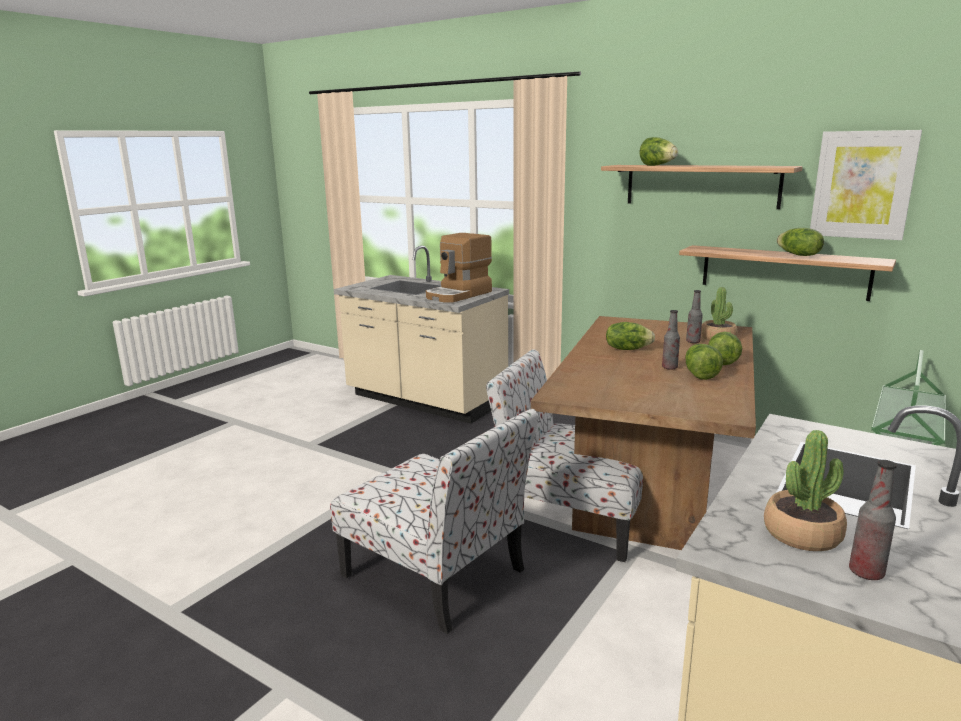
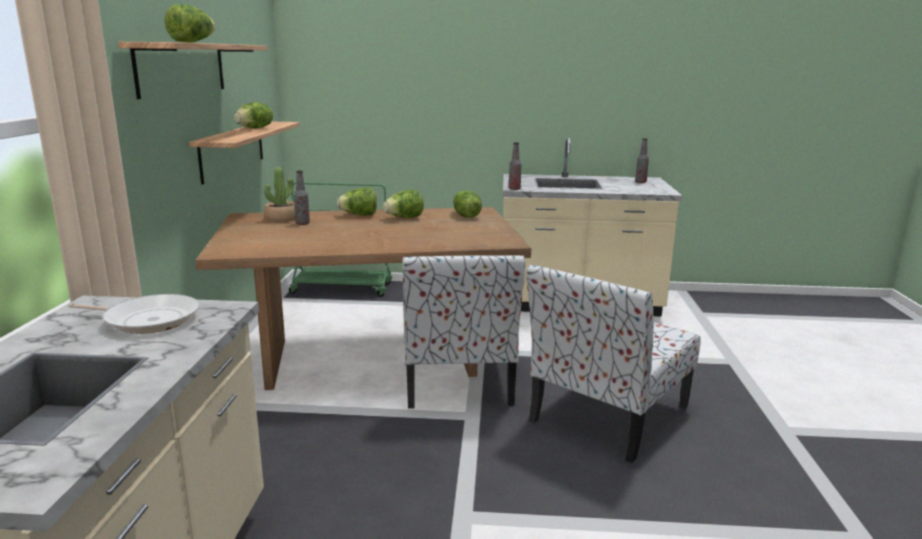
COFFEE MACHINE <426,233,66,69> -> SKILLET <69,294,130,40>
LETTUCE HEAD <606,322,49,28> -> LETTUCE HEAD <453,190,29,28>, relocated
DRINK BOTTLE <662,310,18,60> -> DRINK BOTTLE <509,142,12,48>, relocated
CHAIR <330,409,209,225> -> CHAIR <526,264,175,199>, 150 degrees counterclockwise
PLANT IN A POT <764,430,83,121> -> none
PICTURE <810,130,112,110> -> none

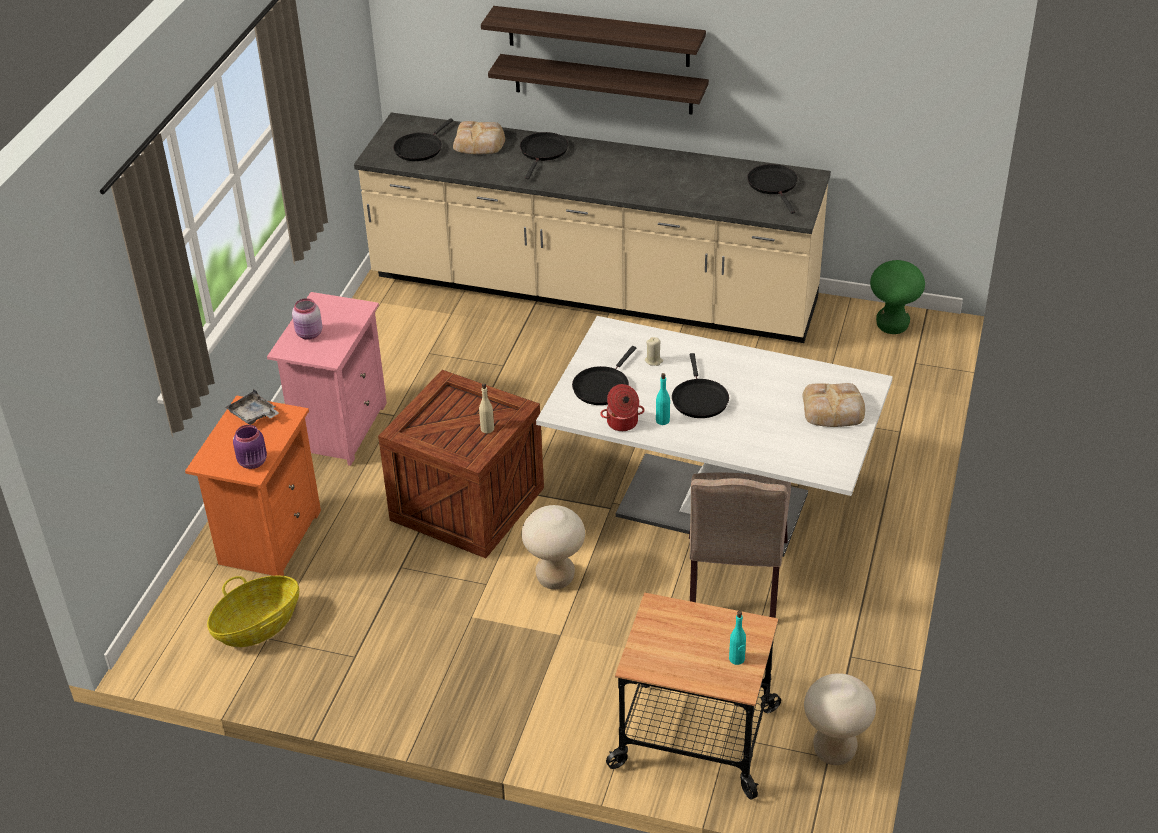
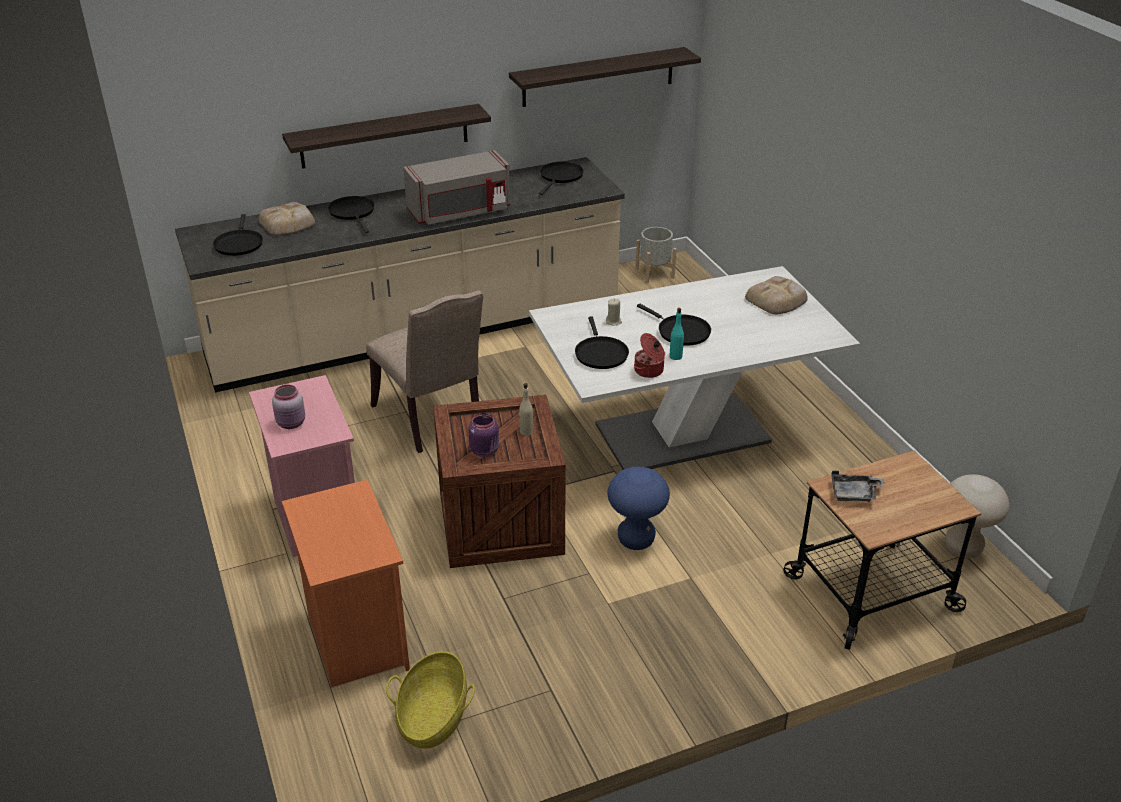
BEIGE-COLOURED CHAIR <689,473,102,145> -> BEIGE-COLOURED CHAIR <366,290,117,163>, relocated
none -> GREY MICROWAVE <403,150,107,75>
PURPLE JAR <233,425,34,44> -> PURPLE JAR <468,413,31,44>, relocated
BRACKET SHELF <481,6,225,61> -> BRACKET SHELF <509,47,192,60>, relocated
BLACK-COLOURED SKILLET <747,164,51,50> -> BLACK-COLOURED SKILLET <539,162,45,33>, 75 degrees clockwise
BEIGE-COLOURED STOOL <522,505,63,84> -> BLUE-COLOURED STOOL <608,467,62,83>
GREEN STOOL <870,260,55,74> -> GREY FLOWER POT <636,227,41,56>
GREY TRAY <225,389,54,36> -> GREY TRAY <831,471,53,31>, relocated
TURQUOISE DRINK BOTTLE <729,611,17,54> -> none

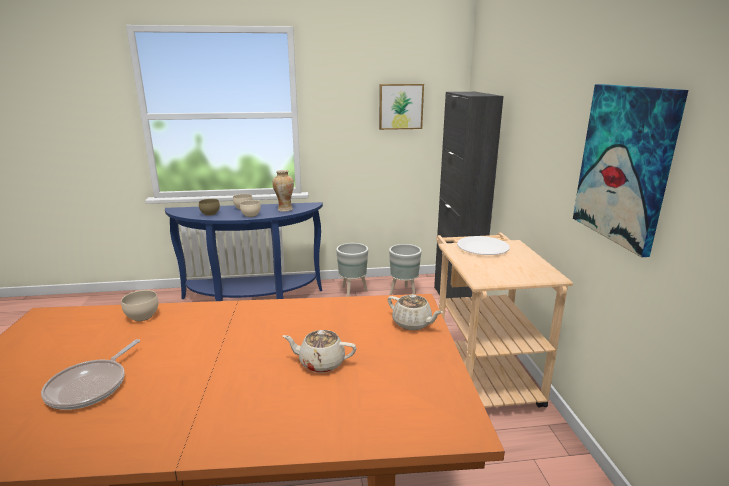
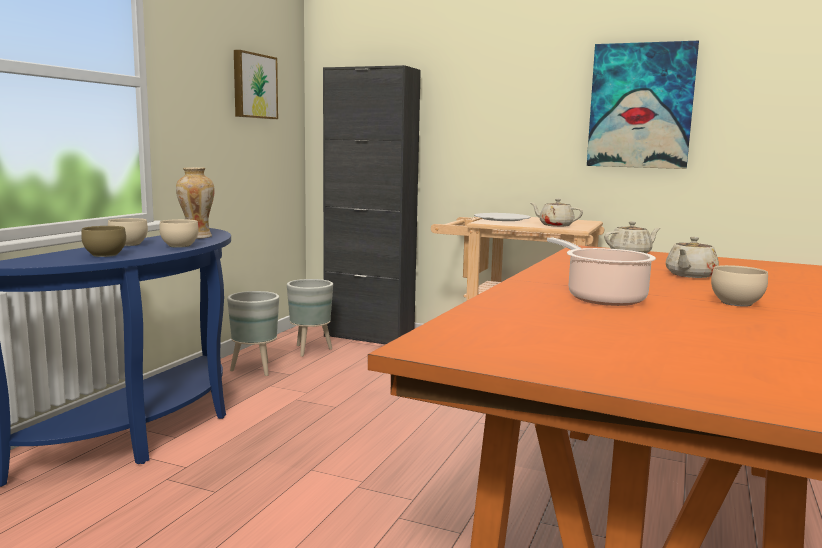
none -> BEIGE-COLOURED POT FOR TEA <531,199,52,28>
none -> SAUCEPOT <547,238,109,68>
BEIGE-COLOURED SERVING BOWL <121,290,37,31> -> BEIGE-COLOURED SERVING BOWL <711,265,57,42>, relocated
SKILLET <41,339,99,71> -> none

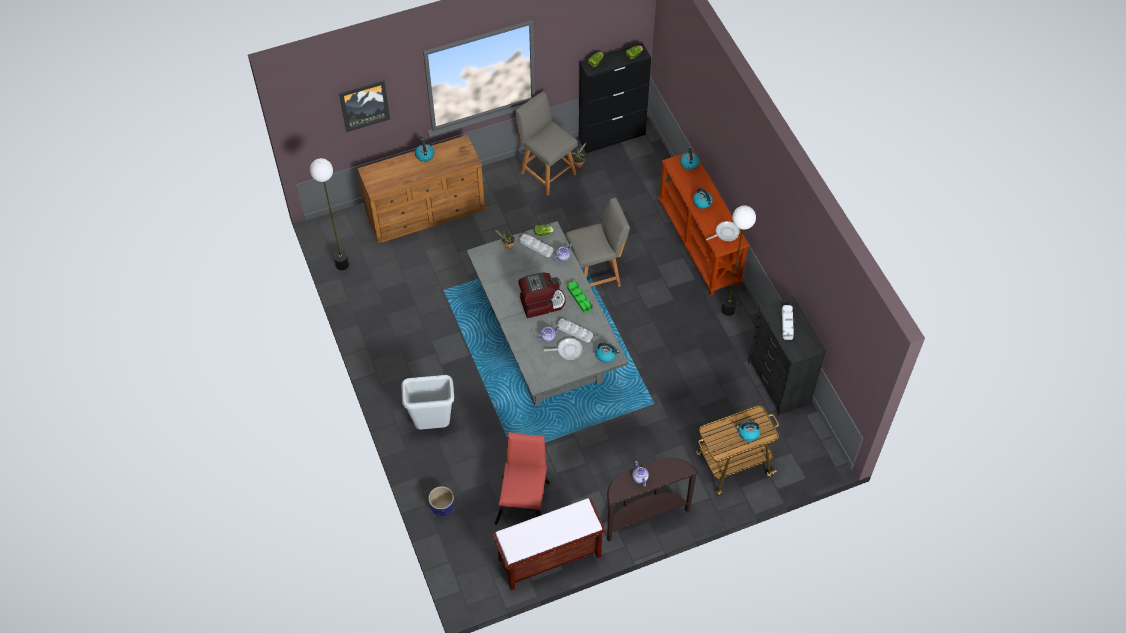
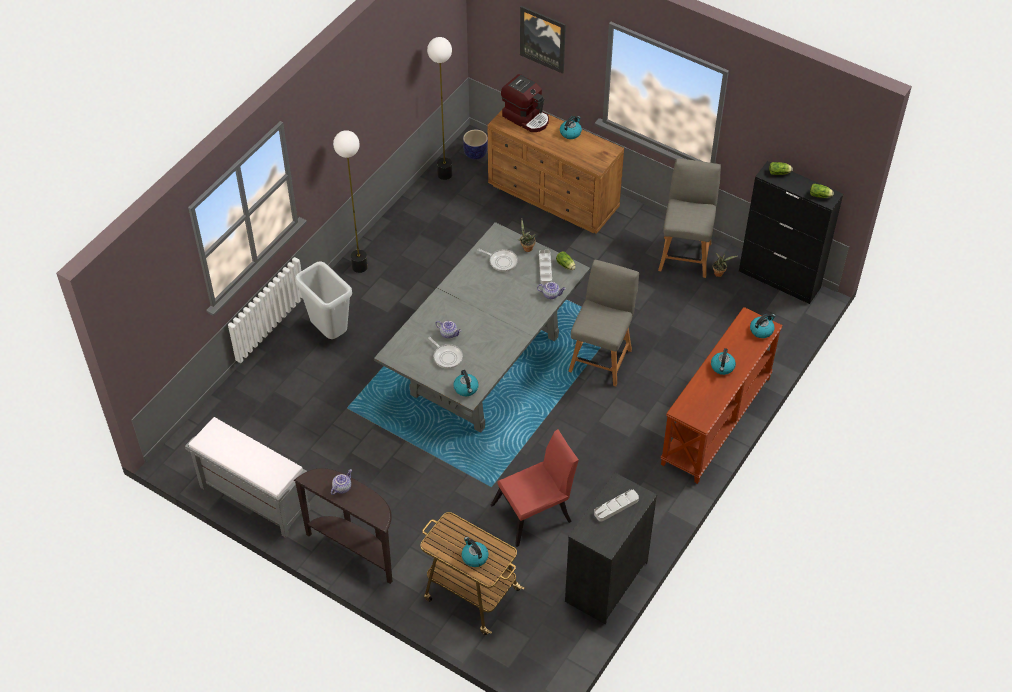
BROWN-COLOURED LONG SEAT <492,498,114,92> -> GREY LONG SEAT <185,417,125,121>
FLOOR LAMP <721,205,35,111> -> FLOOR LAMP <333,130,35,143>, relocated
FLOWER POT <428,486,27,31> -> FLOWER POT <463,130,25,30>, relocated
SKILLET <706,221,34,20> -> SKILLET <478,249,40,23>, relocated
RED-COLOURED CHAIR <495,432,54,93> -> RED-COLOURED CHAIR <491,429,88,118>, relocated
COFFEE MACHINE <518,272,47,46> -> COFFEE MACHINE <501,74,48,58>, relocated
GREY CHAIR <566,197,64,90> -> GREY CHAIR <568,260,71,126>, 105 degrees counterclockwise
GREY TRAY <557,319,36,24> -> none
GREEN TRAY <567,281,25,32> -> none

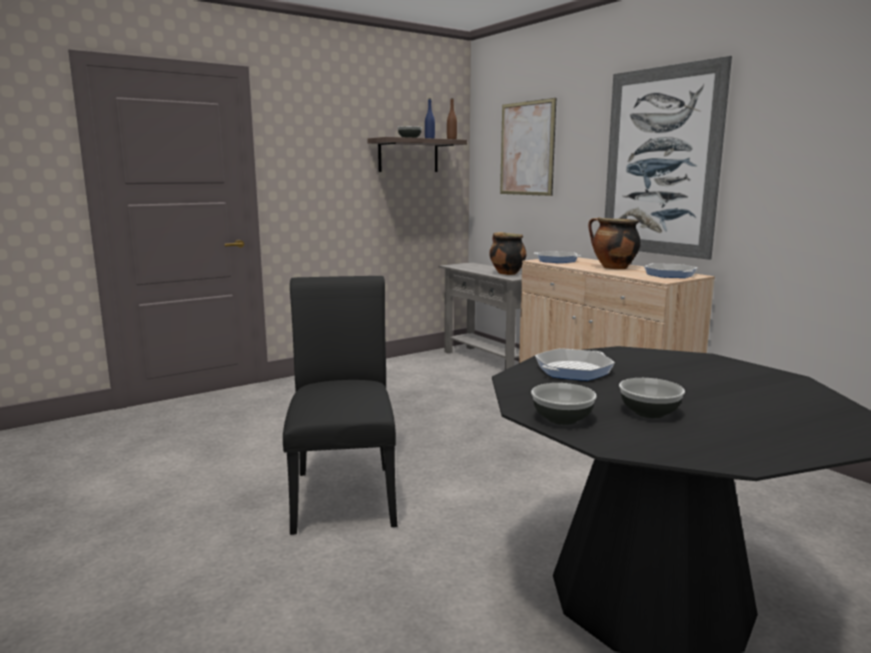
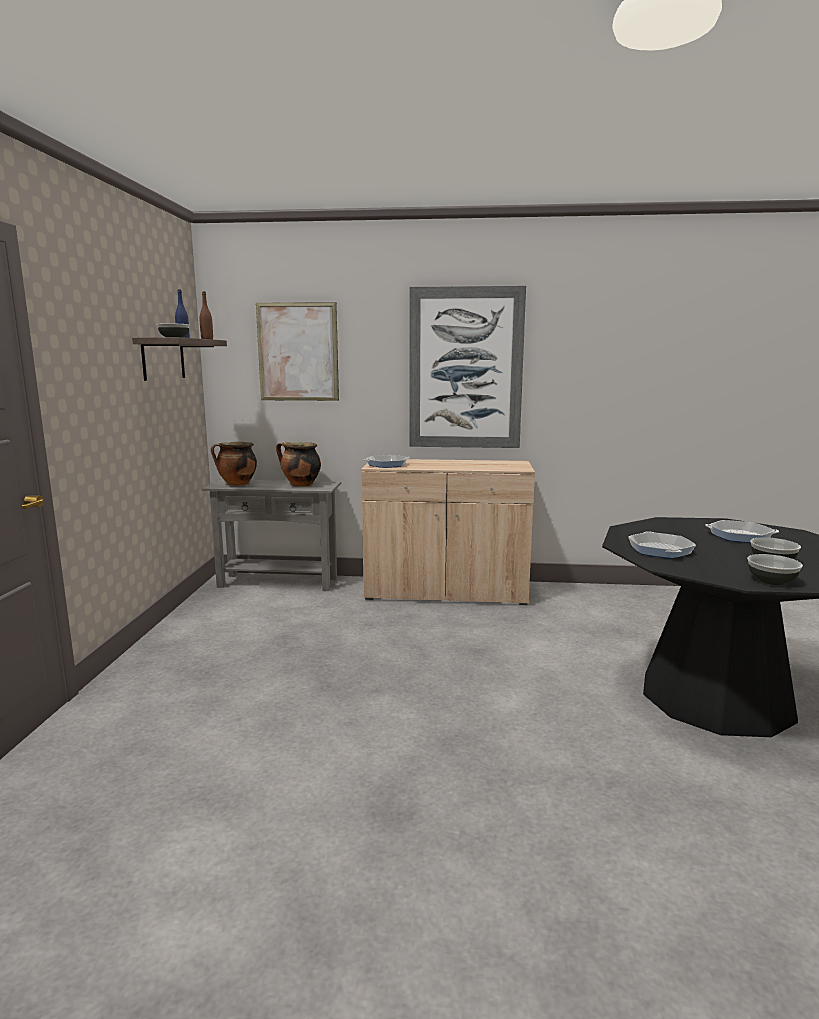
SAUCEPOT <588,217,53,52> -> SAUCEPOT <211,442,46,44>, relocated
SKILLET <644,263,54,15> -> SKILLET <705,520,74,23>, relocated
BLACK-COLOURED CHAIR <283,276,115,259> -> none

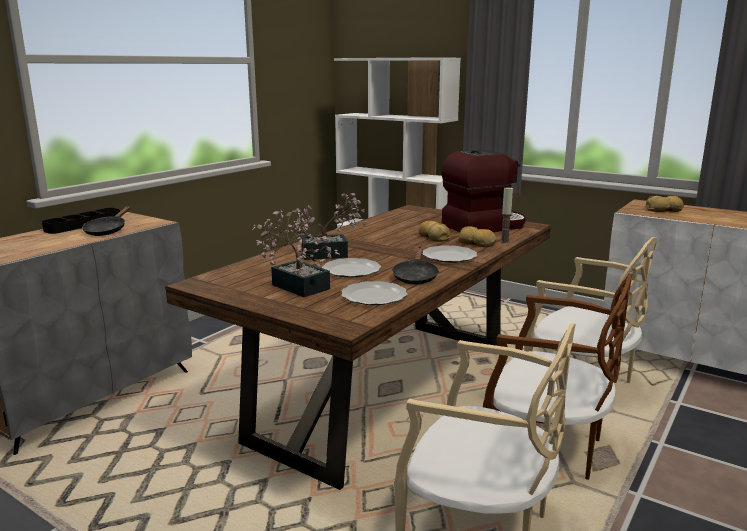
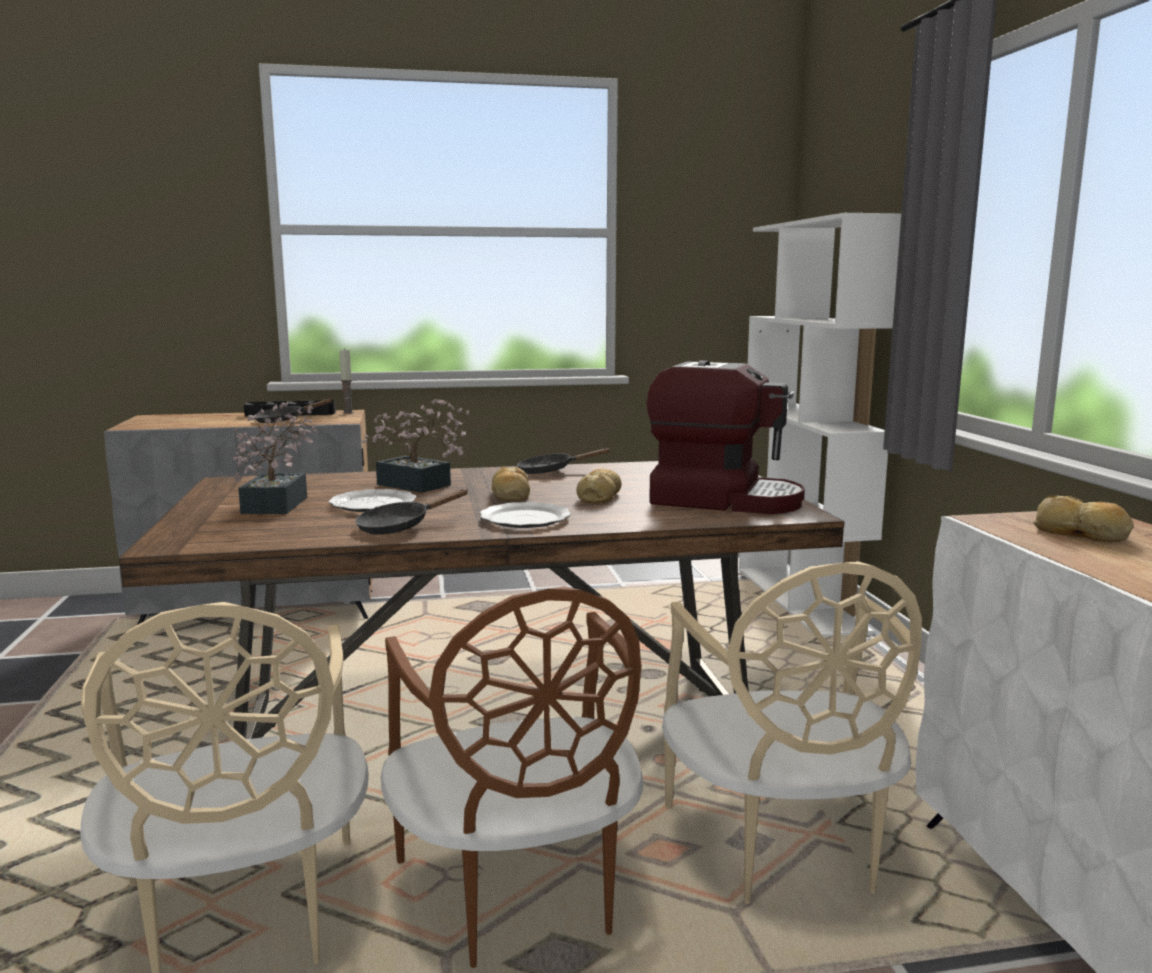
CANDLE <500,187,13,56> -> CANDLE <339,348,15,66>, relocated
BAKERY BREAD <457,226,39,21> -> BAKERY BREAD <492,466,38,35>, relocated
none -> BLACK-COLOURED SKILLET <517,448,93,26>
FLAT DISH <342,281,65,24> -> none

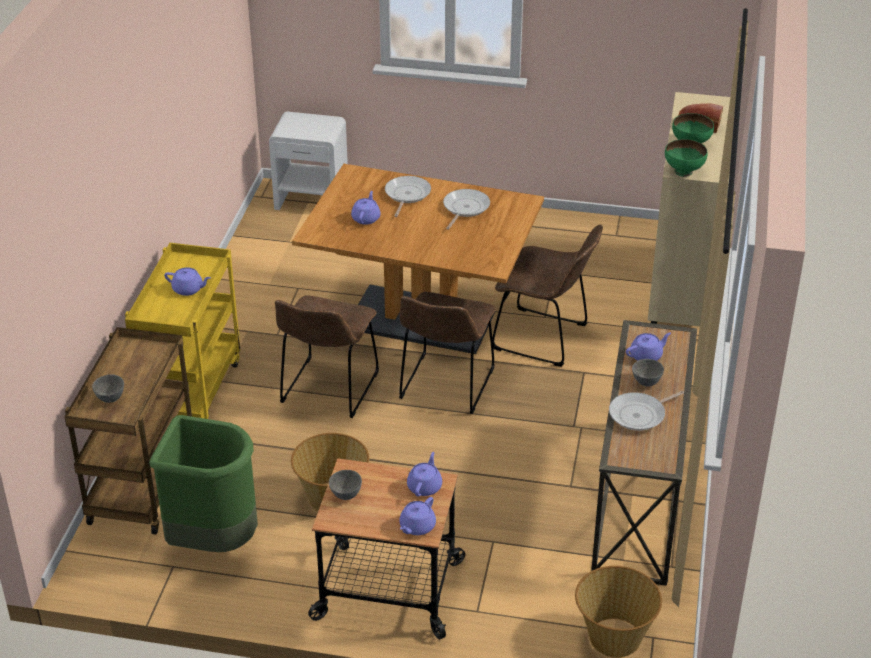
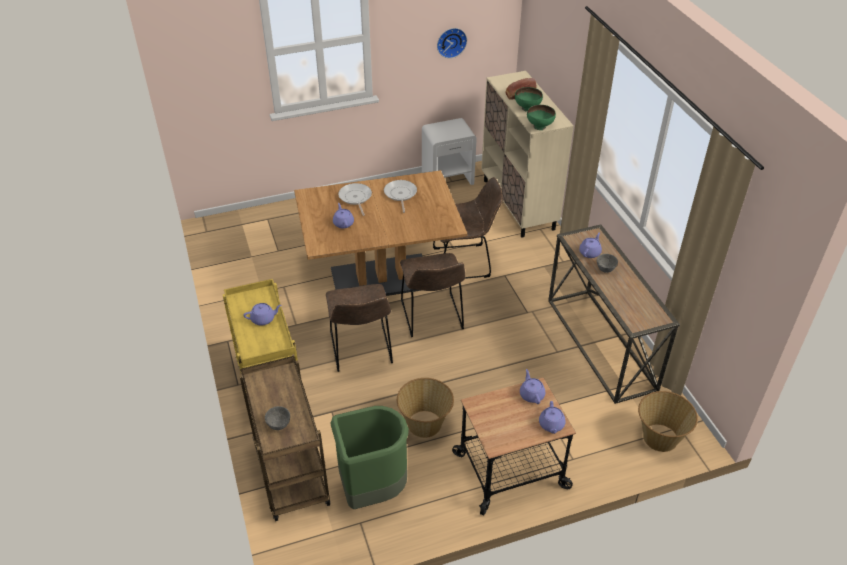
WHITE-COLOURED BEDSIDE TABLE <269,112,79,98> -> WHITE-COLOURED BEDSIDE TABLE <422,118,55,67>, relocated
none -> WALL CLOCK <437,28,30,30>
GREY SERVING BOWL <329,470,33,30> -> none
SKILLET <609,391,75,40> -> none

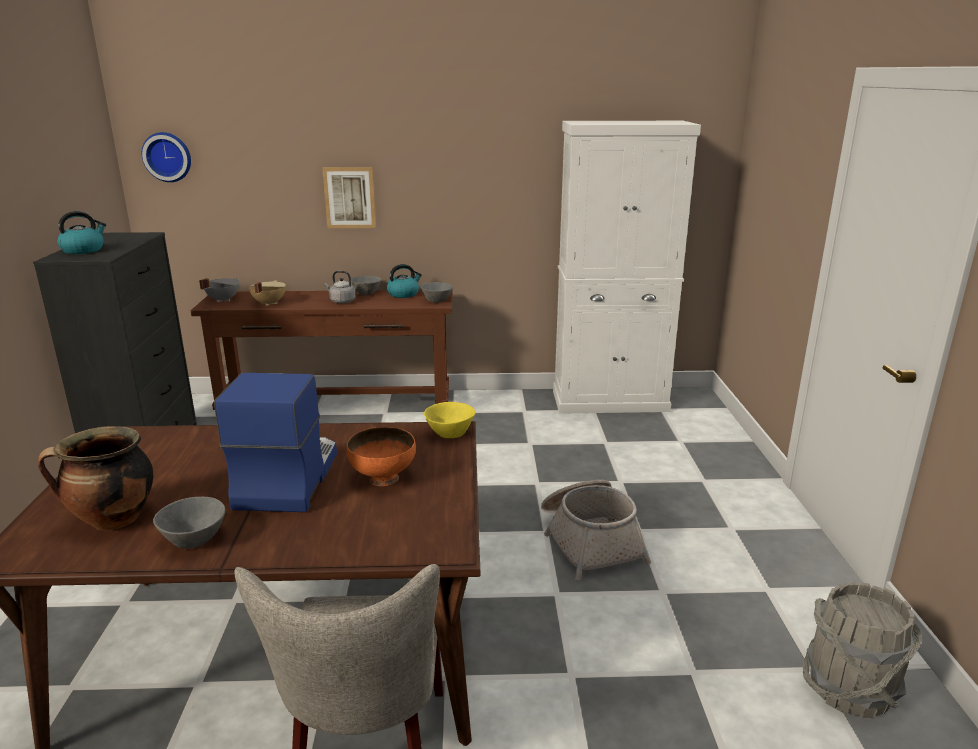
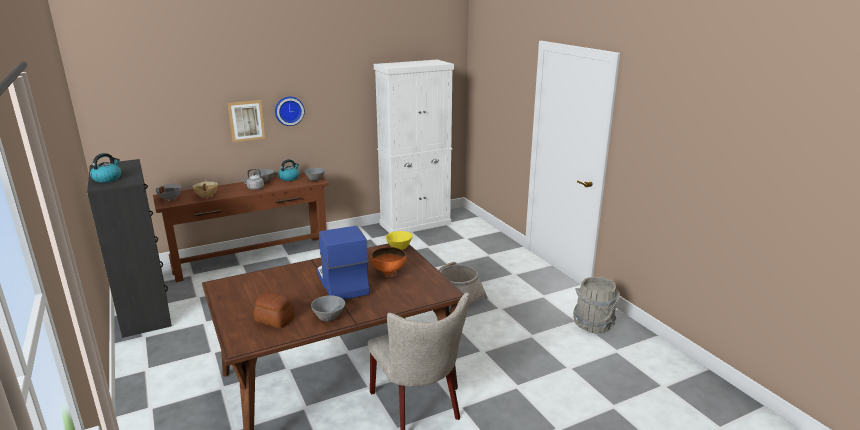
SAUCEPOT <38,426,115,104> -> BAKERY BREAD <254,292,41,36>
WALL CLOCK <142,132,49,50> -> WALL CLOCK <275,97,30,29>, relocated

